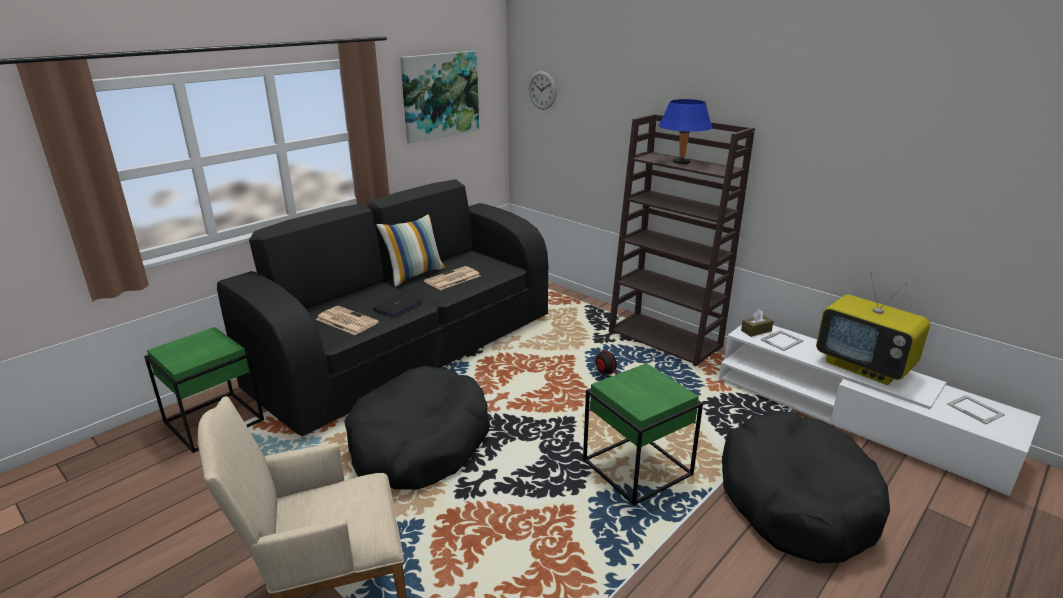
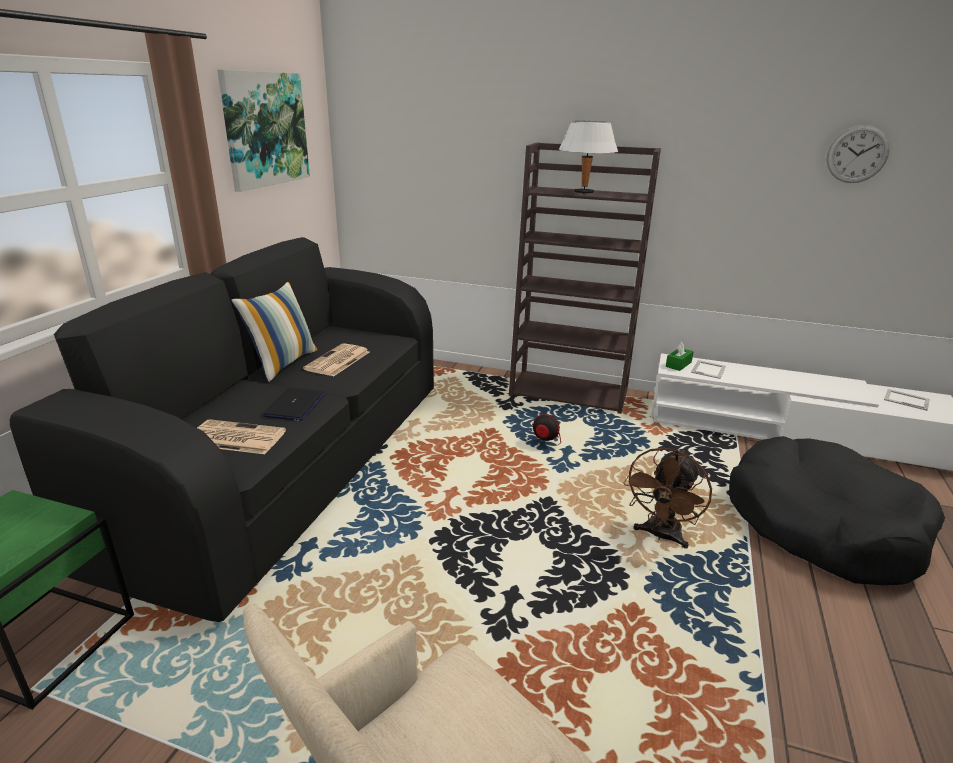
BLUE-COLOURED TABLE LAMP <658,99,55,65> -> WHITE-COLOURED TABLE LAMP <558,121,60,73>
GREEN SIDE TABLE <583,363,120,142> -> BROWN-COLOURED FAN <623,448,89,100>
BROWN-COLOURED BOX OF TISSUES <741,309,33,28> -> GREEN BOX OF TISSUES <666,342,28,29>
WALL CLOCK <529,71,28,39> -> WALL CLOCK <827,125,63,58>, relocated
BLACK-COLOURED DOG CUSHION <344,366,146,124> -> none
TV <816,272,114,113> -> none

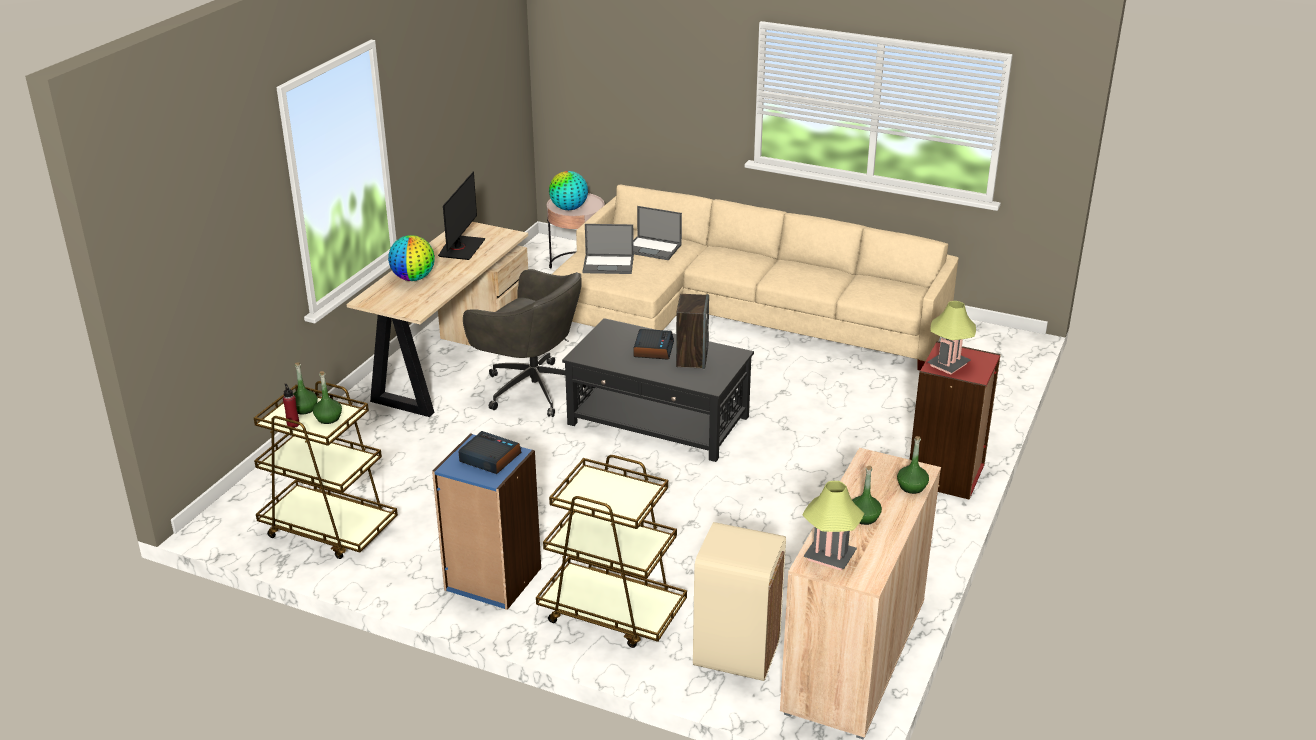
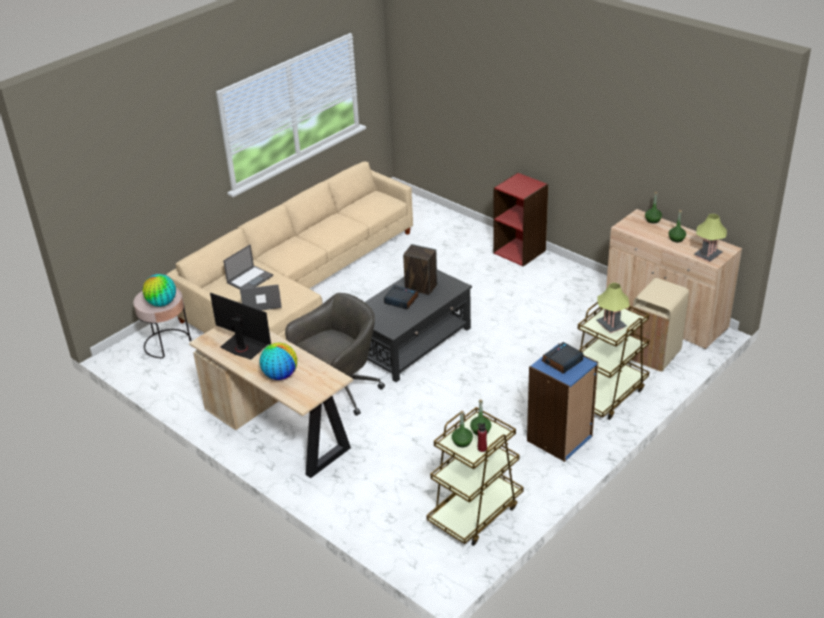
NOTEBOOK COMPUTER <583,224,51,50> -> NOTEBOOK COMPUTER <240,284,42,26>, 120 degrees counterclockwise
TABLE LAMP <927,301,49,74> -> TABLE LAMP <596,283,34,50>, relocated

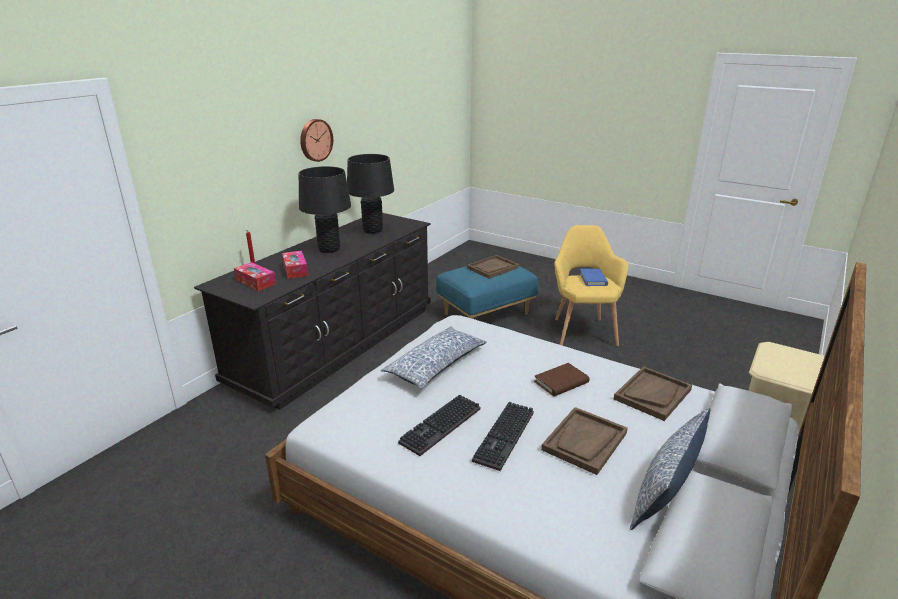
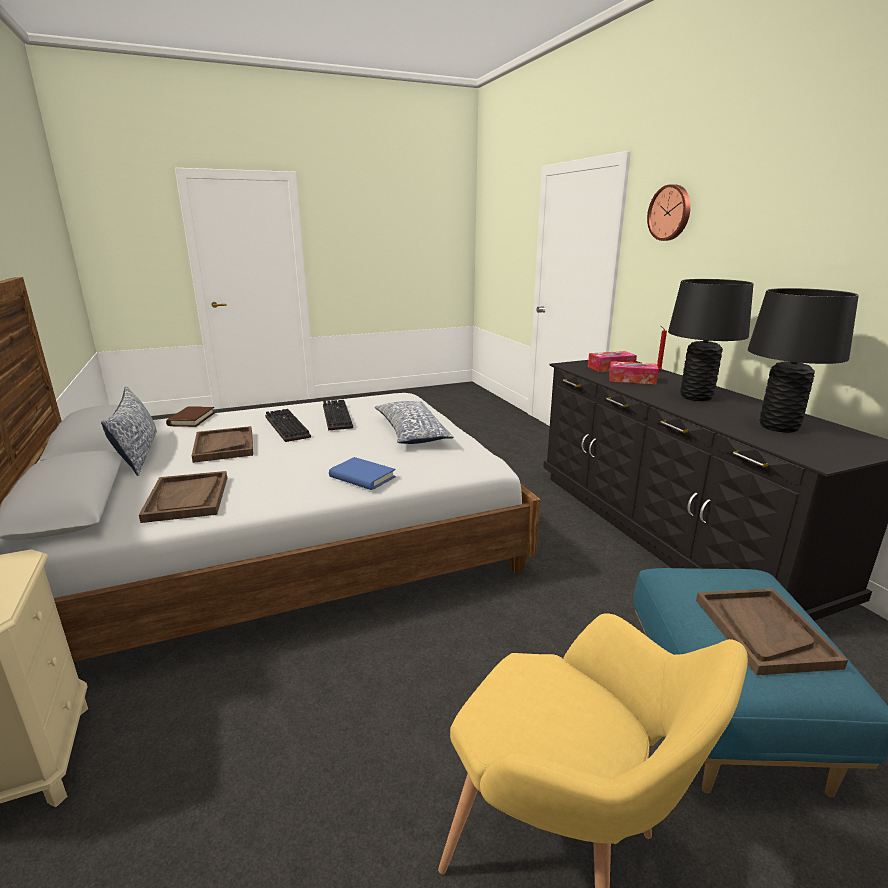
BROWN-COLOURED BOOK <534,363,56,33> -> BROWN-COLOURED BOOK <166,406,49,21>, relocated
BLUE-COLOURED BOOK <579,269,29,17> -> BLUE-COLOURED BOOK <329,457,67,33>, relocated
WALL CLOCK <300,119,33,43> -> WALL CLOCK <647,184,44,57>, relocated

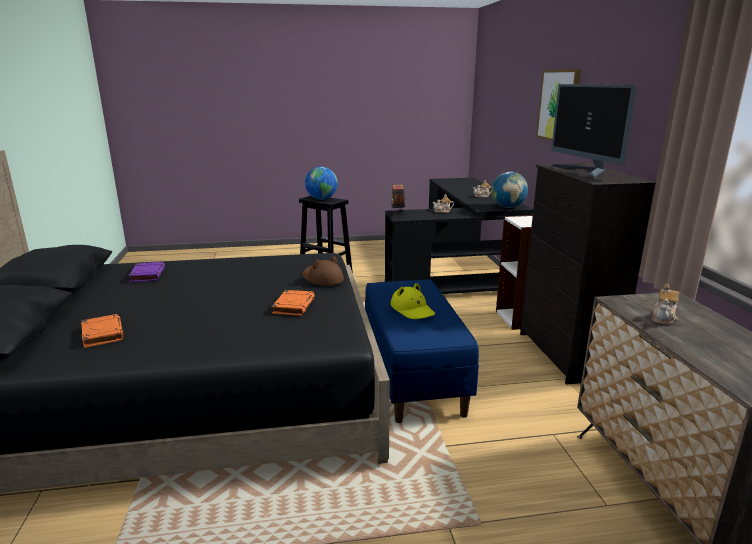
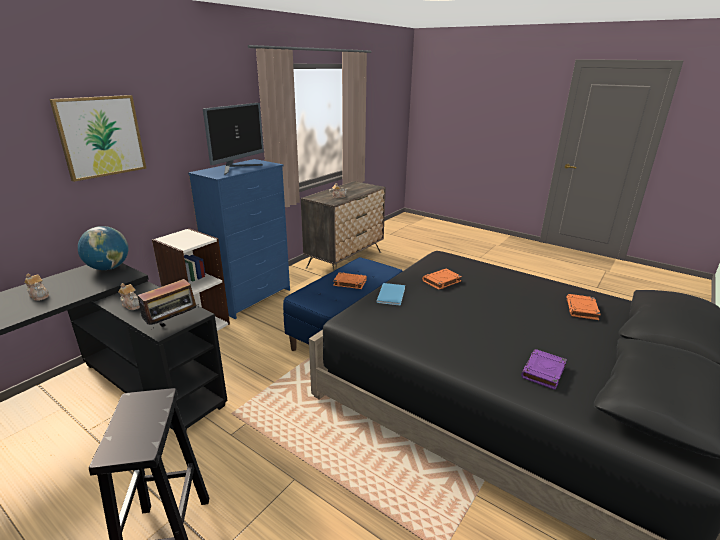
BLACK-COLOURED CHEST OF DRAWERS <520,163,136,222> -> BLUE-COLOURED CHEST OF DRAWERS <188,159,102,160>
YELLOW WEARABLE HAT <391,283,44,36> -> ORANGE-COLOURED BOOK <333,272,34,17>
BROWN-COLOURED WEARABLE HAT <303,256,41,30> -> BLUE-COLOURED BOOK <376,283,29,22>
GLOBE <305,166,33,34> -> none

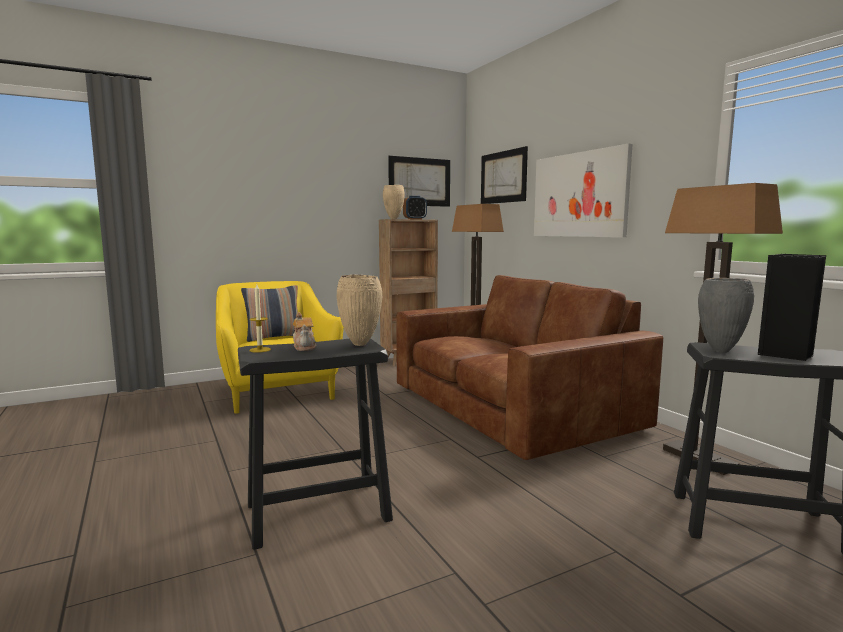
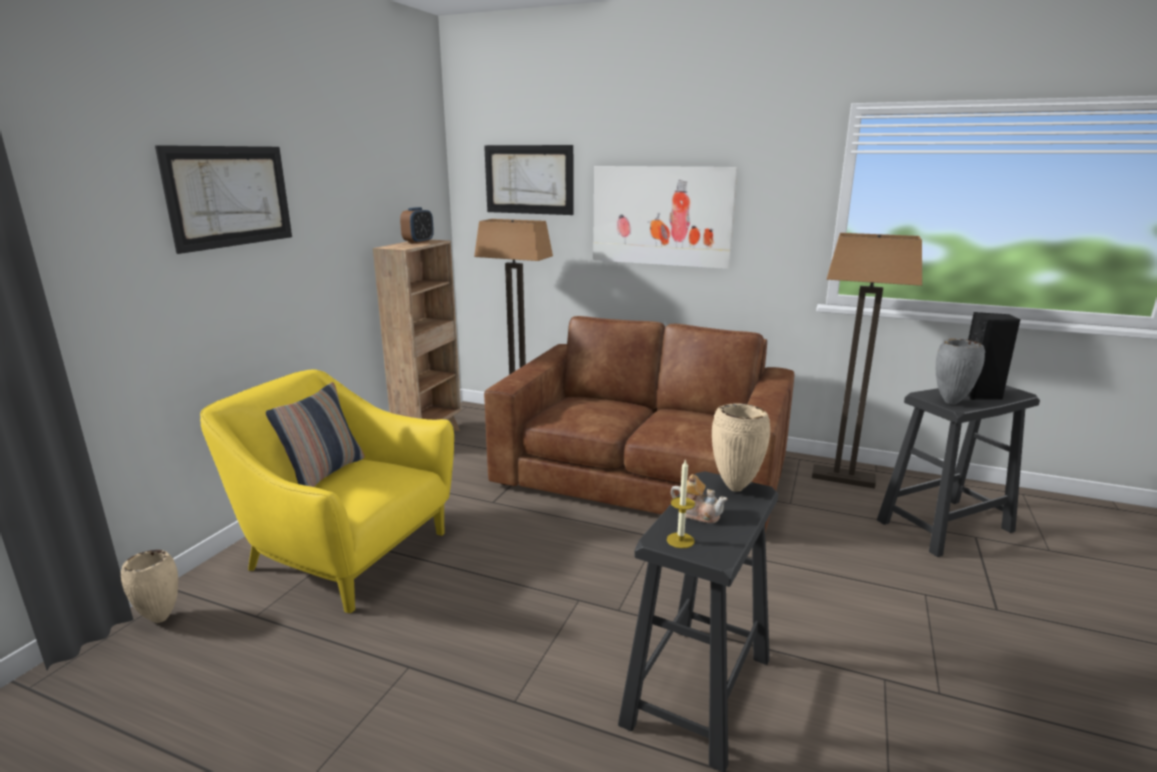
BEIGE-COLOURED FLOWER VASE <383,185,21,34> -> BEIGE-COLOURED FLOWER VASE <121,550,57,73>, relocated
PICTURE <388,156,62,51> -> PICTURE <155,145,137,109>, relocated

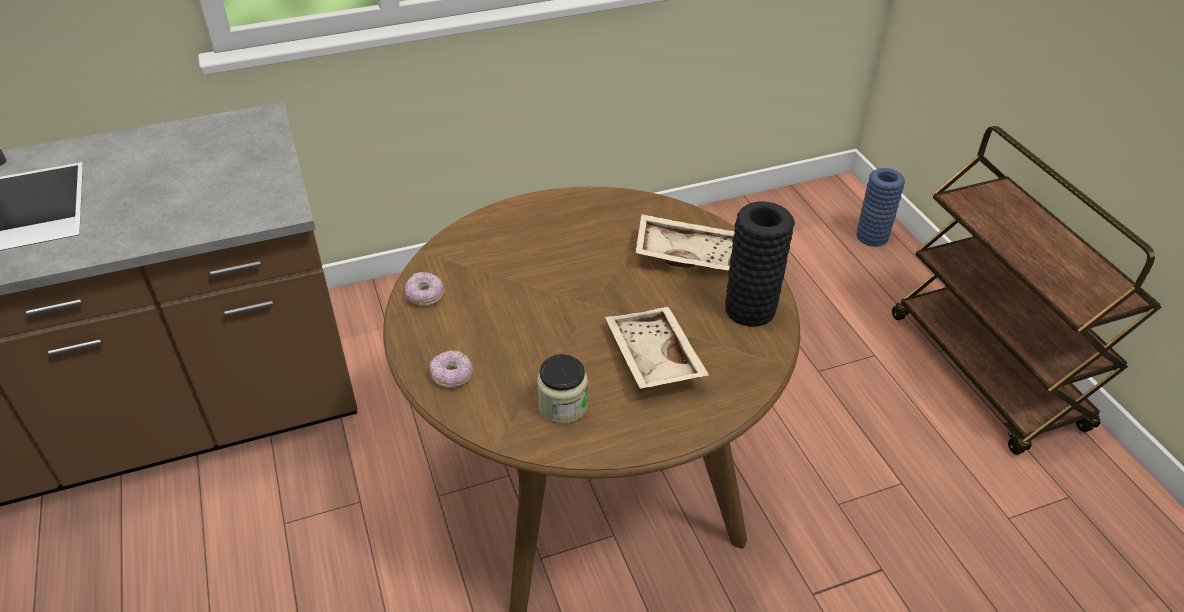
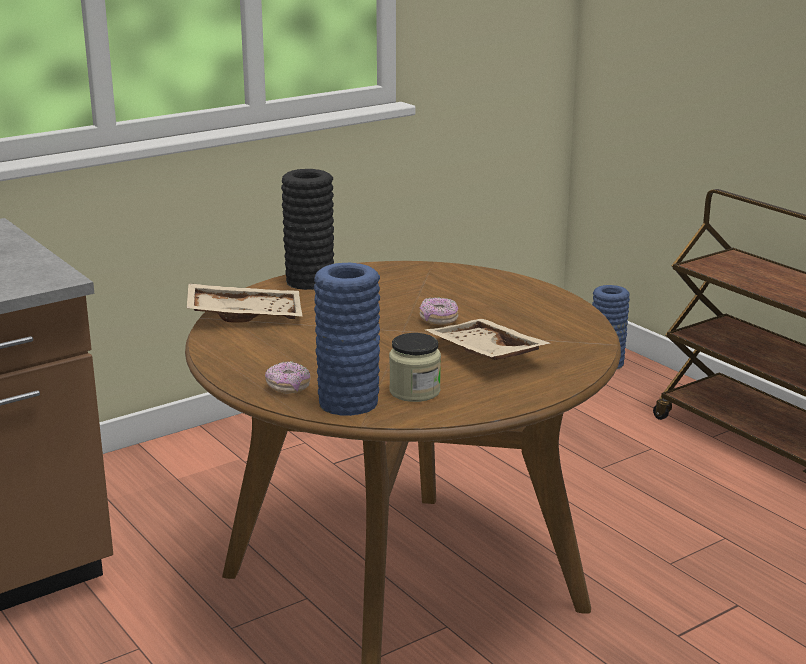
BEIGE-COLOURED TRAY <635,214,100,56> -> BEIGE-COLOURED TRAY <187,283,116,39>, relocated
BLACK-COLOURED FLOWER VASE <725,202,70,125> -> BLACK-COLOURED FLOWER VASE <281,169,53,121>, relocated
none -> BLUE-COLOURED FLOWER VASE <314,263,66,153>
RING DOUGHNUT <405,272,39,34> -> RING DOUGHNUT <419,297,39,28>, relocated

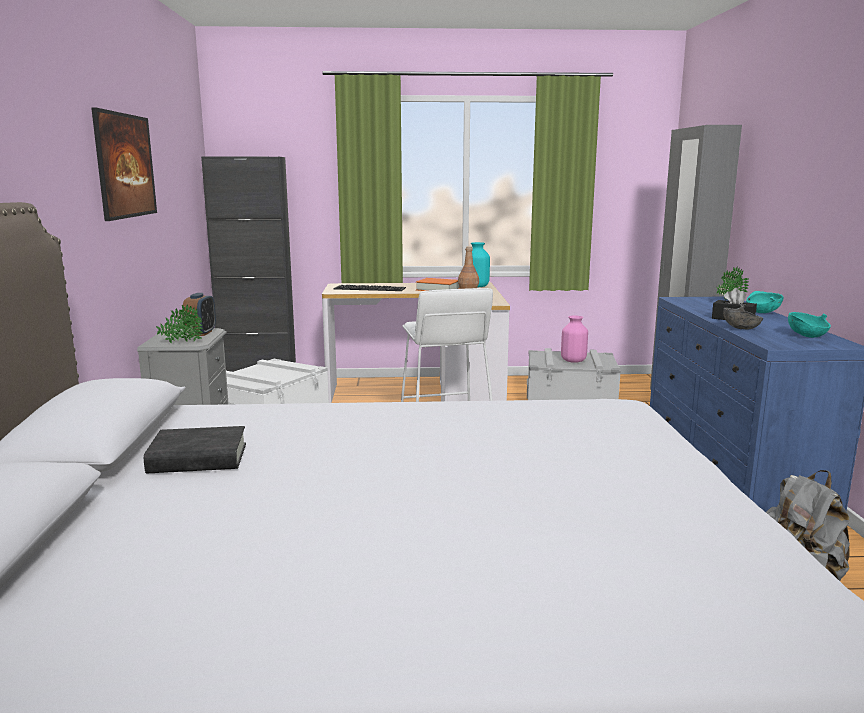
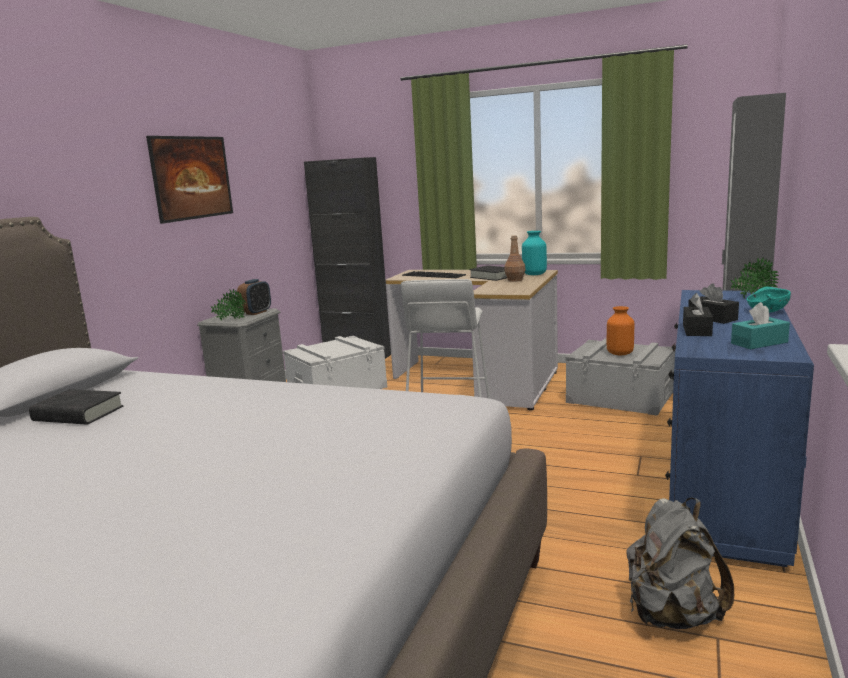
ORANGE-COLOURED BOOK <416,278,44,13> -> BLACK-COLOURED BOOK <470,265,37,16>
PINKISH FLOWER VASE <561,316,27,47> -> ORANGE-COLOURED FLOWER VASE <607,306,27,49>
GREY SERVING BOWL <723,305,40,25> -> BLACK-COLOURED BOX OF TISSUES <683,293,30,43>
TURQUOISE SERVING BOWL <788,312,43,26> -> TURQUOISE BOX OF TISSUES <731,302,59,47>

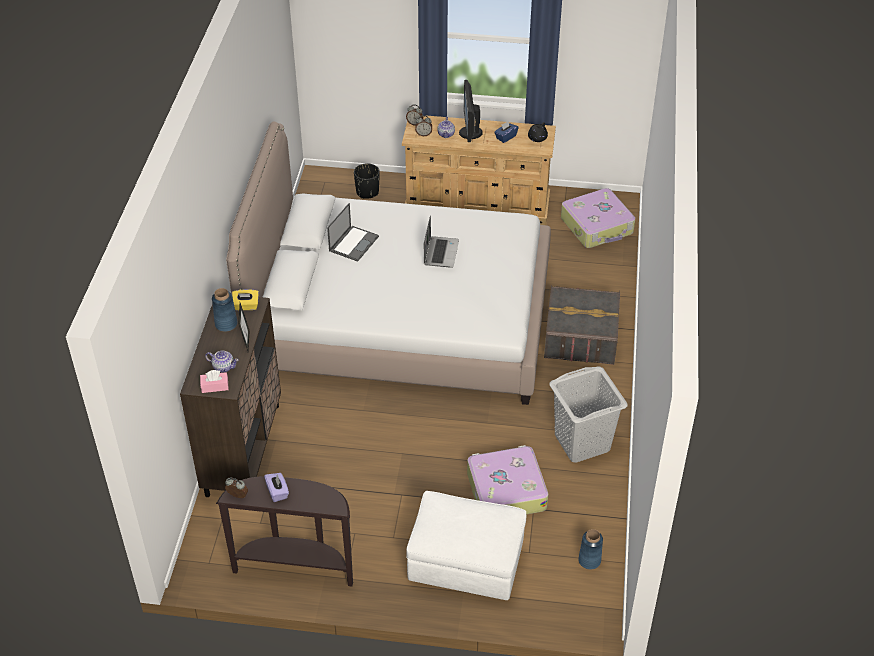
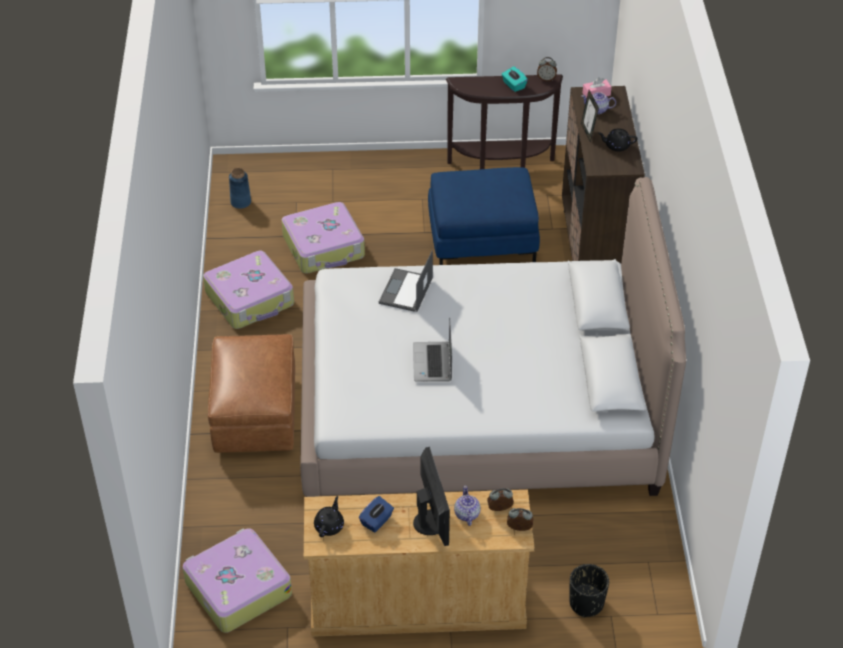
GREY HAMPER <550,366,77,97> -> TRAVEL CASE <203,251,91,78>
GREY STORAGE BOX <544,285,76,80> -> BROWN-COLOURED POUFFE <208,334,87,119>
NOTEBOOK COMPUTER <327,203,52,59> -> NOTEBOOK COMPUTER <379,250,54,62>, relocated
none -> BLUE-COLOURED POUFFE <428,167,112,98>
PURPLE BOX OF TISSUES <264,473,25,29> -> TURQUOISE BOX OF TISSUES <502,66,26,26>
BLUE-COLOURED FLOWER VASE <212,288,26,44> -> BLACK-COLOURED POT FOR TEA <598,129,40,23>
YELLOW BOX OF TISSUES <232,289,27,22> -> none
WHITE-COLOURED POUFFE <406,491,120,109> -> none

